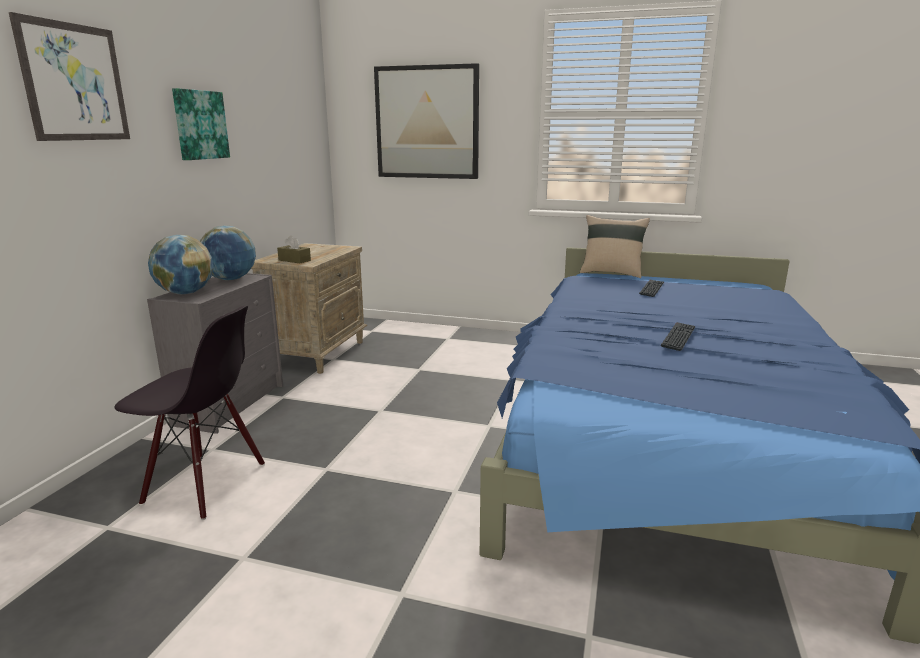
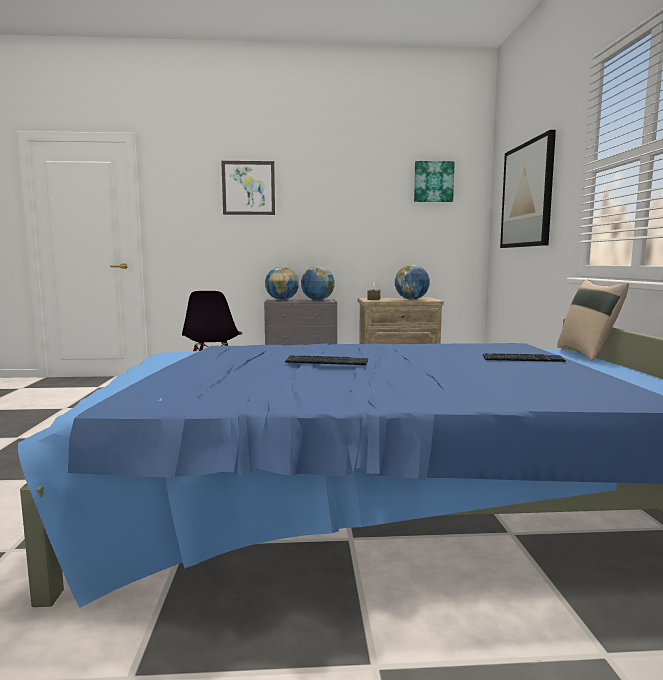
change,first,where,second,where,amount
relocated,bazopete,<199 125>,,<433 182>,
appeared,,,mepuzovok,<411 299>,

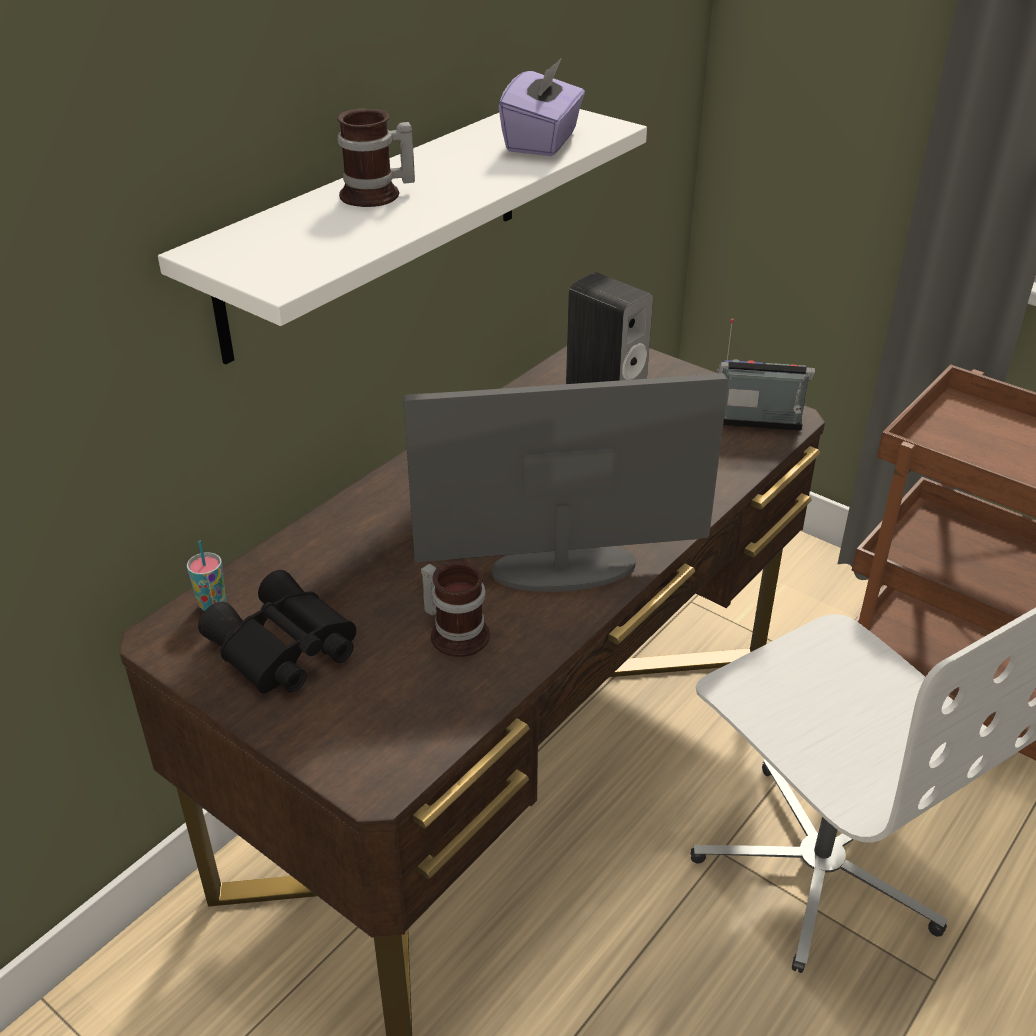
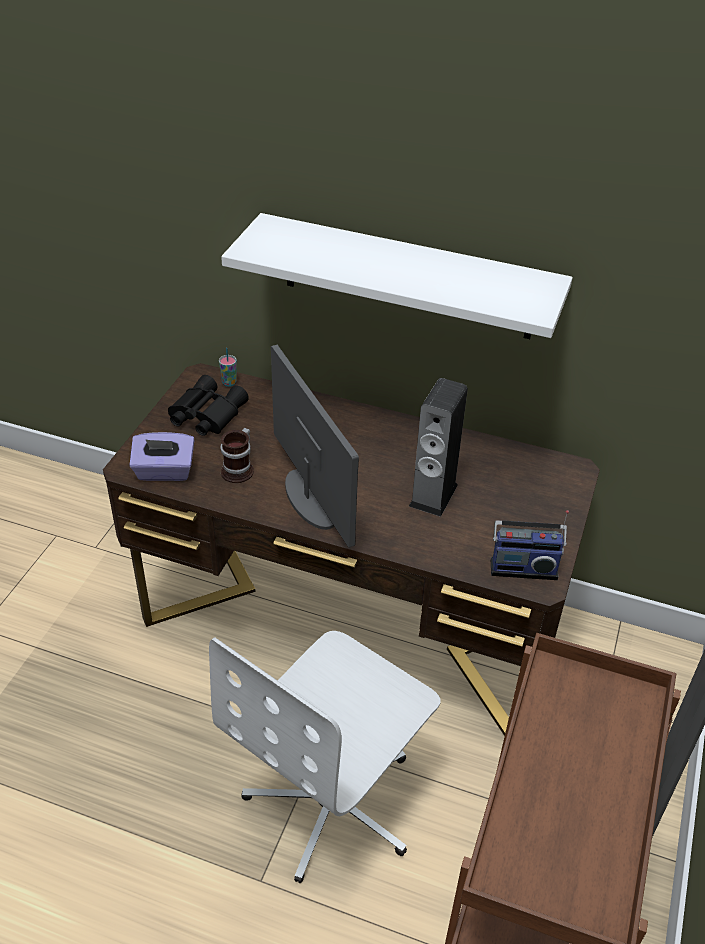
change,first,where,second,where,amount
missing,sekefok,<376 195>,,,
relocated,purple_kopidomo,<542 141>,,<164 472>,
spun,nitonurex,<758 423>,,<523 567>,105 degrees clockwise

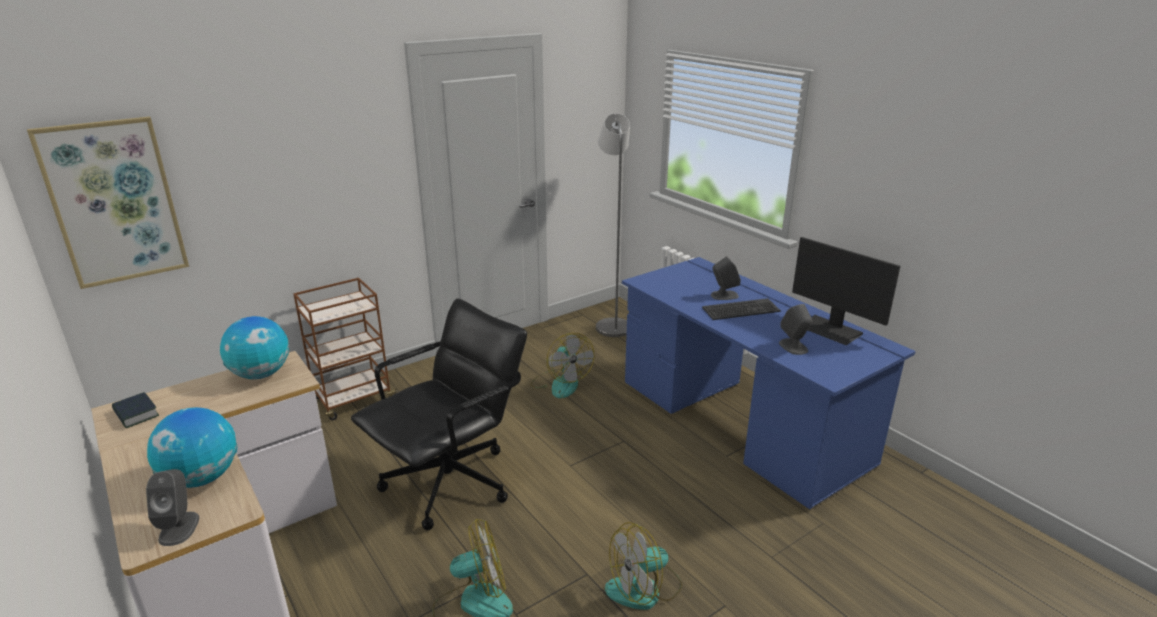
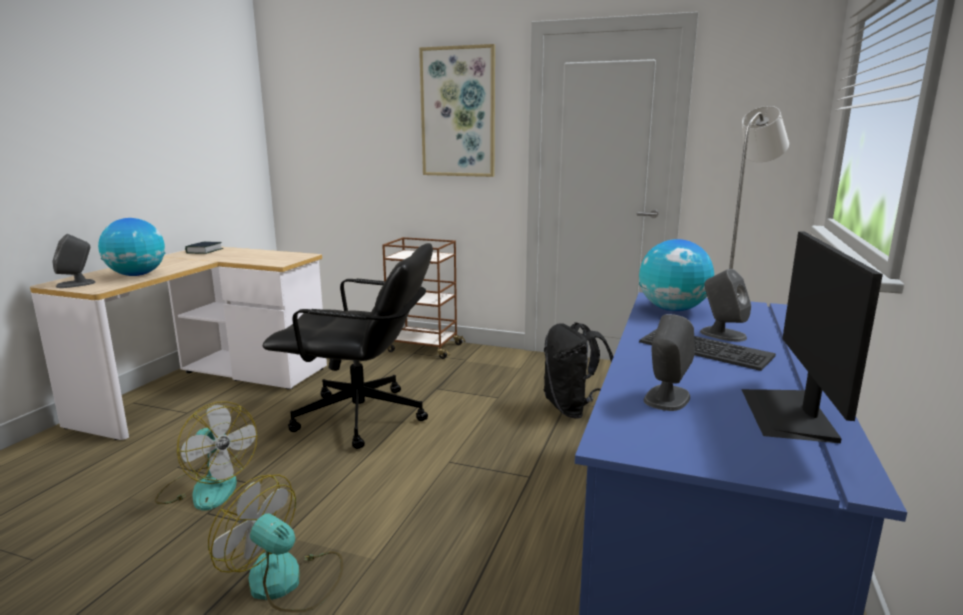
change,first,where,second,where,amount
relocated,bazopete,<114 202>,,<458 112>,
relocated,mepuzovok,<261 374>,,<672 310>,
exchanged,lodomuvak,<561 383>,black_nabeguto,<573 409>,

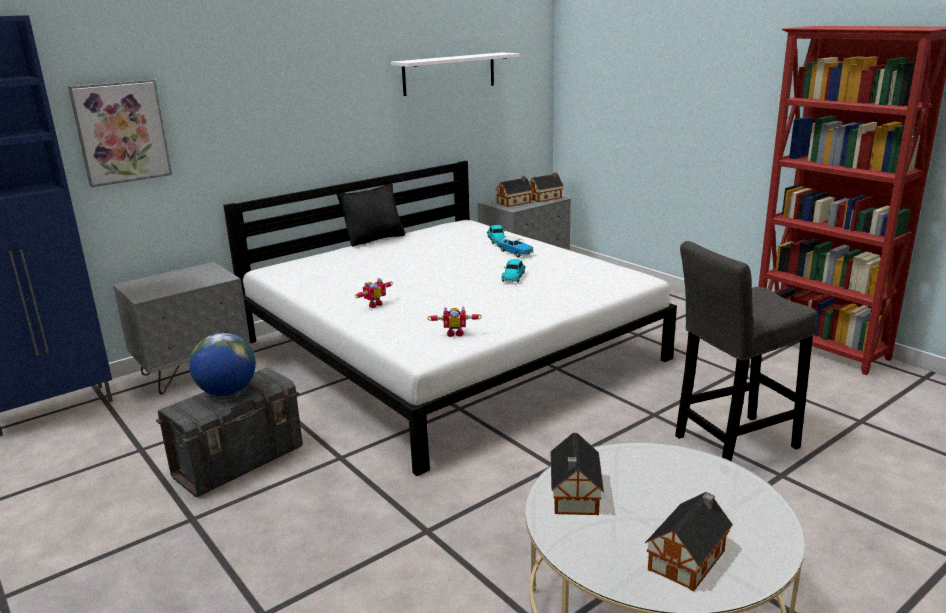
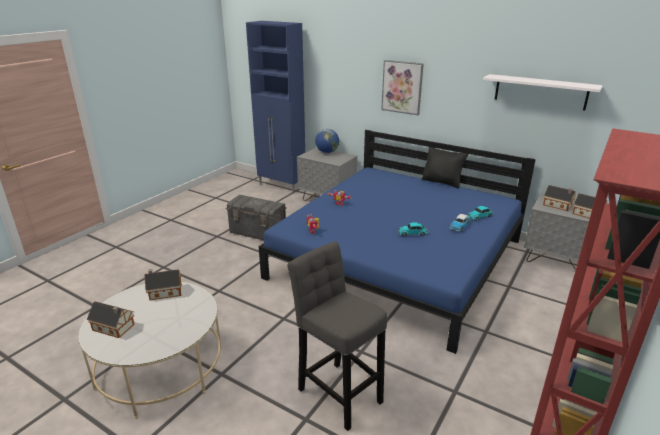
change,first,where,second,where,amount
relocated,bazopete,<121 132>,,<402 87>,
relocated,mepuzovok,<227 392>,,<327 152>,
colour,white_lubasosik,<449 350>,blue_lubasosik,<398 259>,

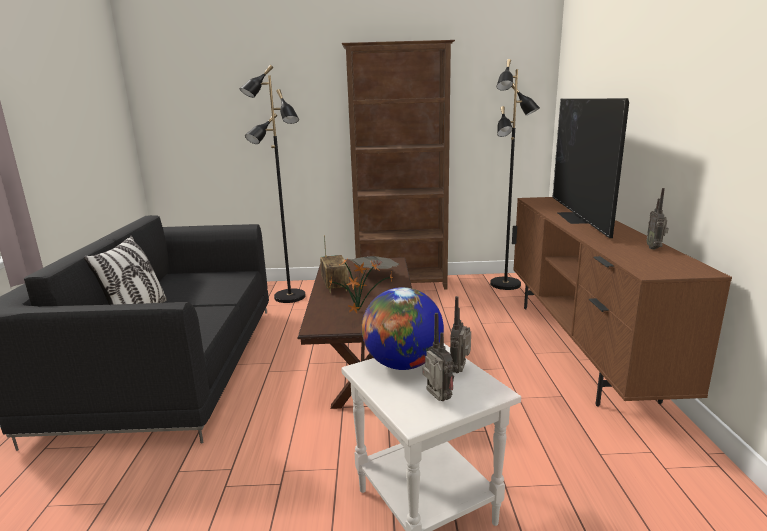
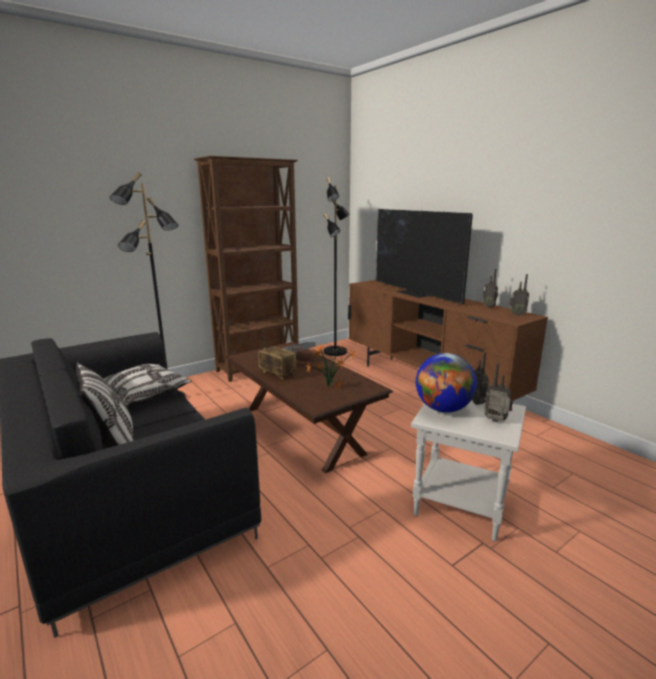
change,first,where,second,where,amount
appeared,,,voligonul,<145 395>,
appeared,,,nitonurex,<517 314>,

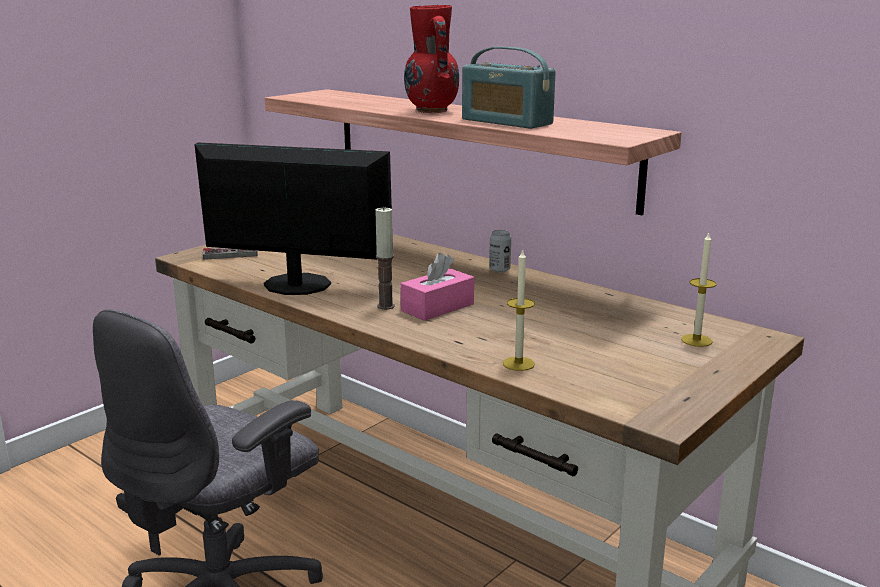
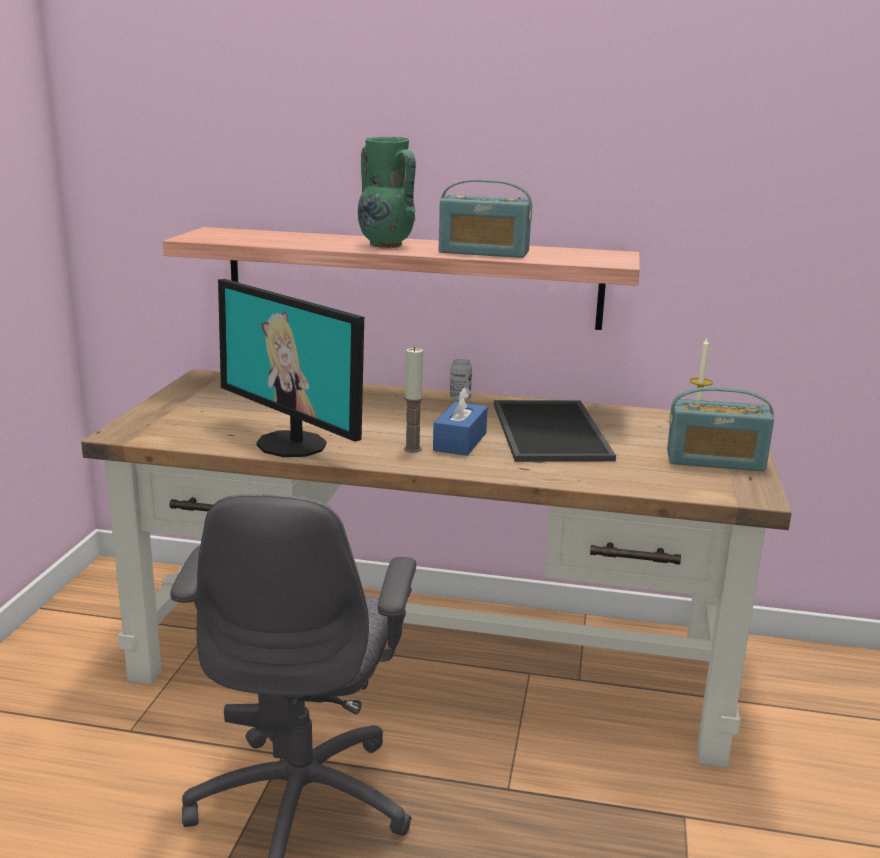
change,first,where,second,where,amount
spun,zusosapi,<296 285>,,<293 444>,120 degrees counterclockwise
missing,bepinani,<230 252>,,,
colour,pink_kopidomo,<437 307>,blue_kopidomo,<460 442>,
colour,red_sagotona,<431 111>,green_sagotona,<386 246>,
missing,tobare,<518 364>,,,
appeared,,,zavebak,<553 432>,
appeared,,,nitonurex,<715 461>,

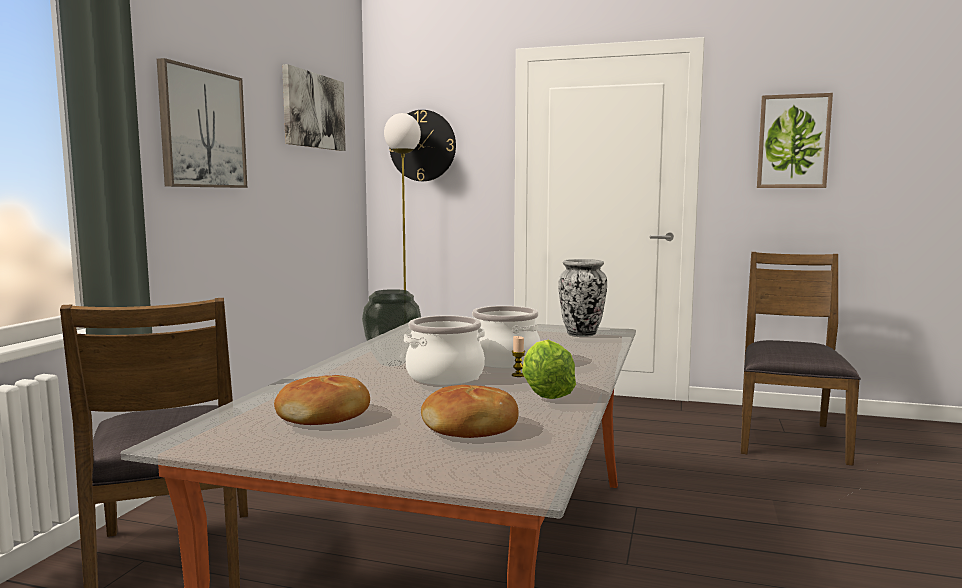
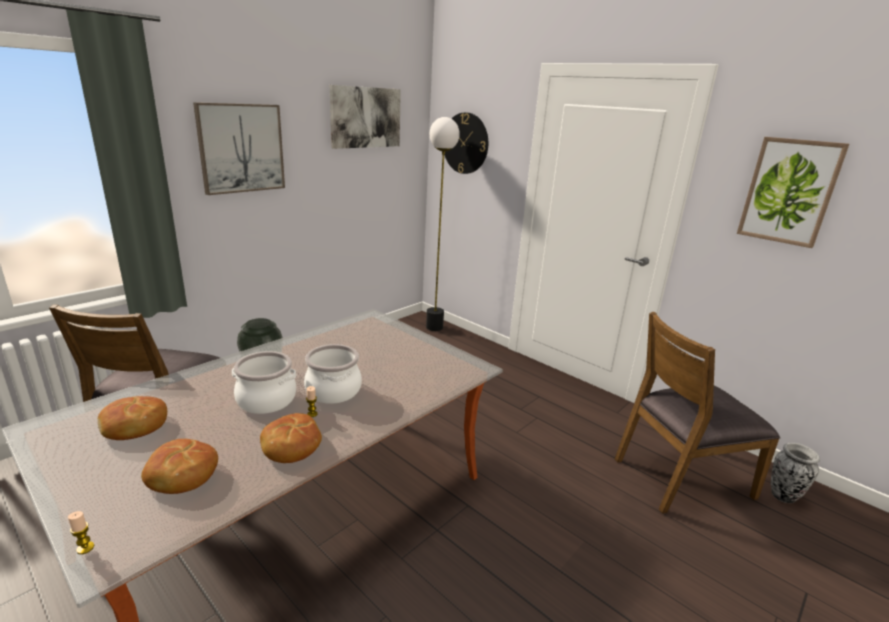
change,first,where,second,where,amount
exchanged,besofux,<545 393>,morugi,<291 446>,
relocated,sagotona,<582 334>,,<783 496>,
spun,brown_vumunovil,<788 438>,,<680 476>,150 degrees counterclockwise
appeared,,,tobare,<85 548>,

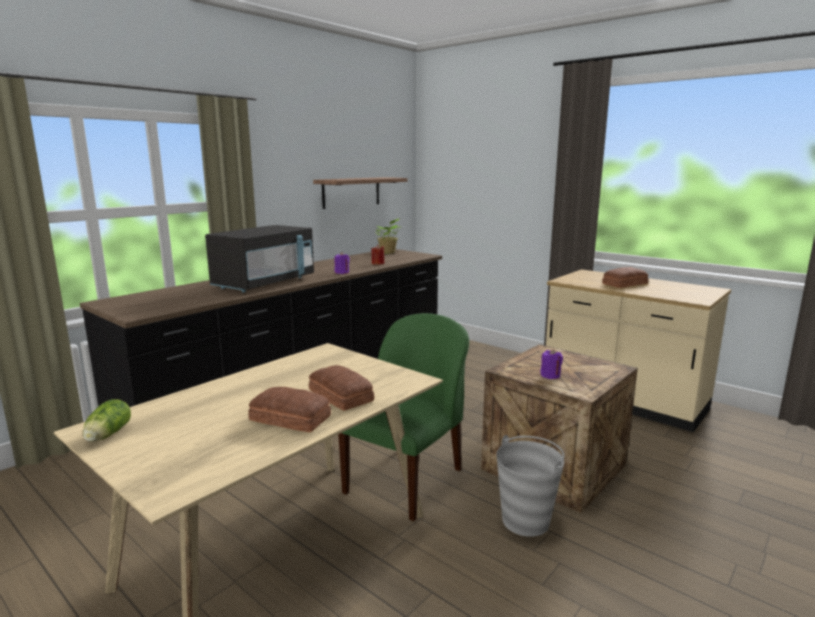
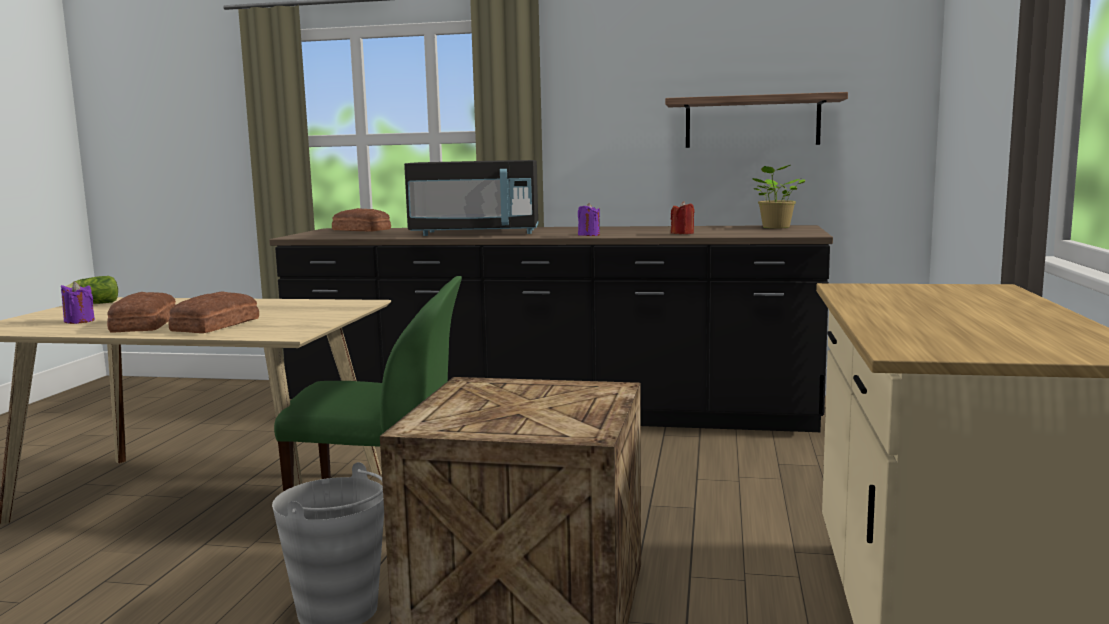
change,first,where,second,where,amount
relocated,purple_tobare,<550 375>,,<79 321>,
relocated,morugi,<623 284>,,<361 229>,

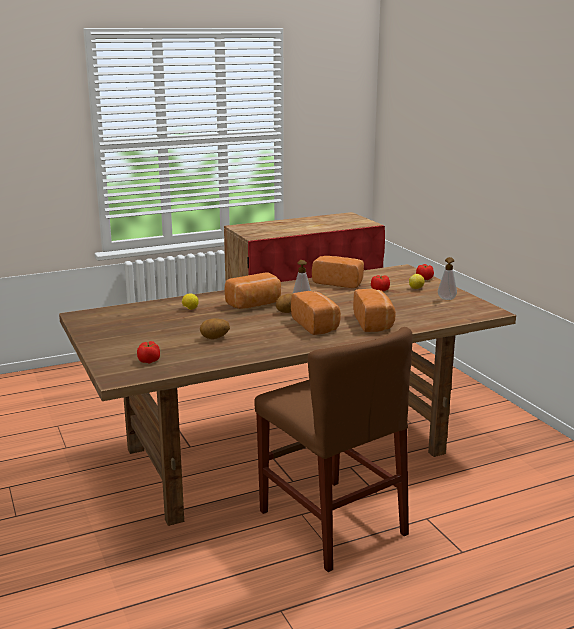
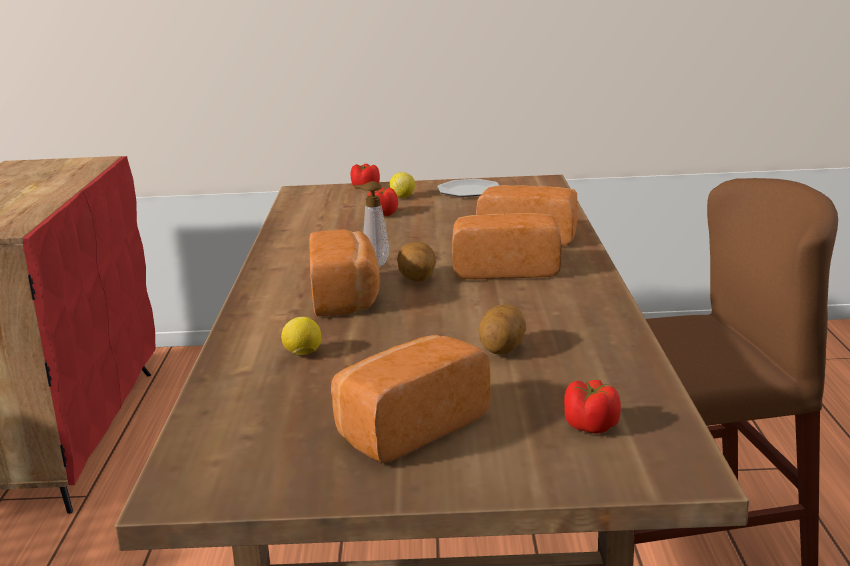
change,first,where,second,where,amount
relocated,morugi,<339 282>,,<407 427>,
exchanged,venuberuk,<446 299>,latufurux,<469 191>,

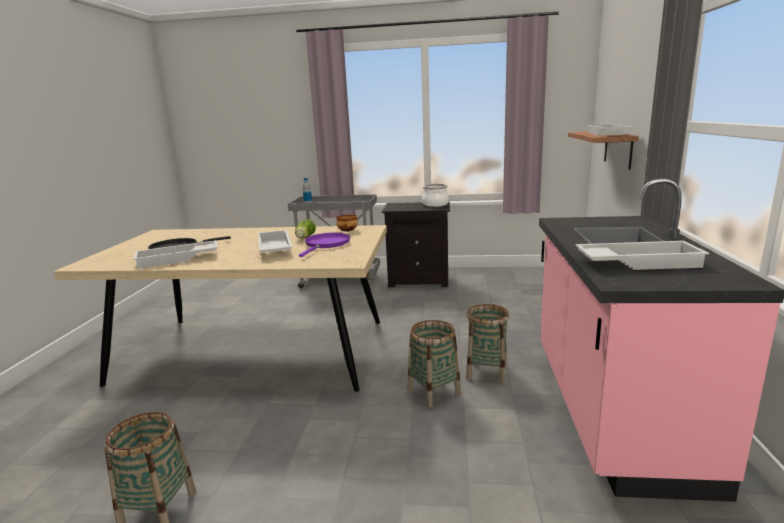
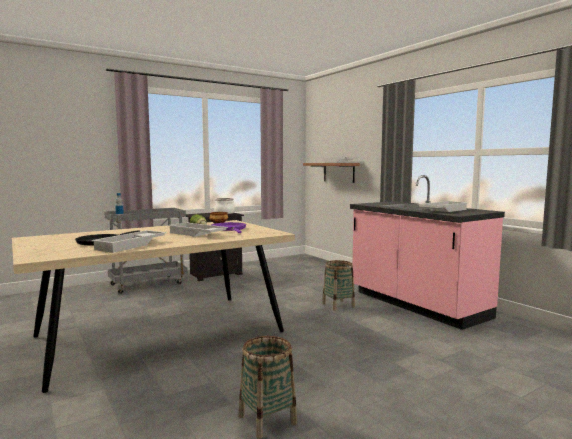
change,first,where,second,where,amount
missing,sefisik,<434 392>,,,

